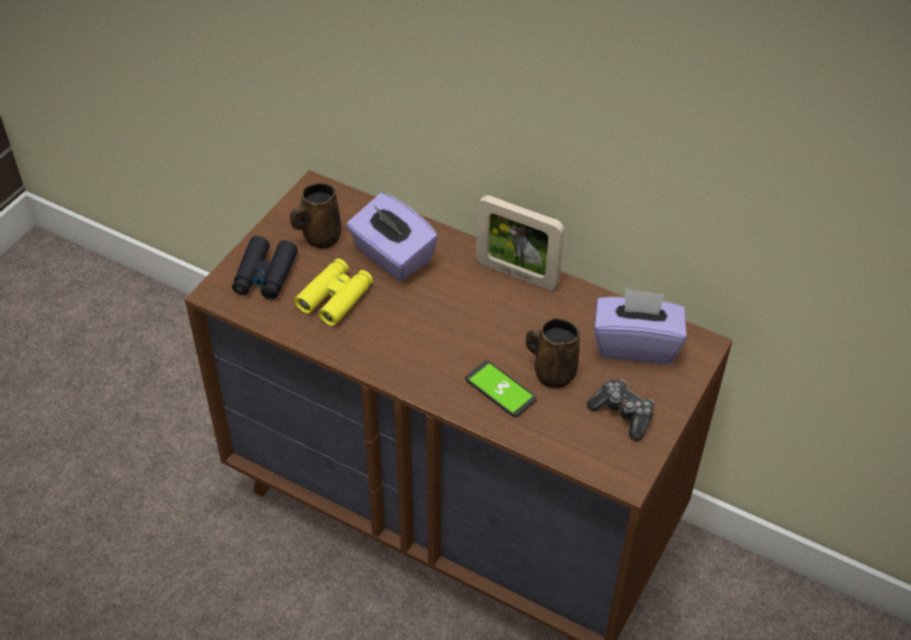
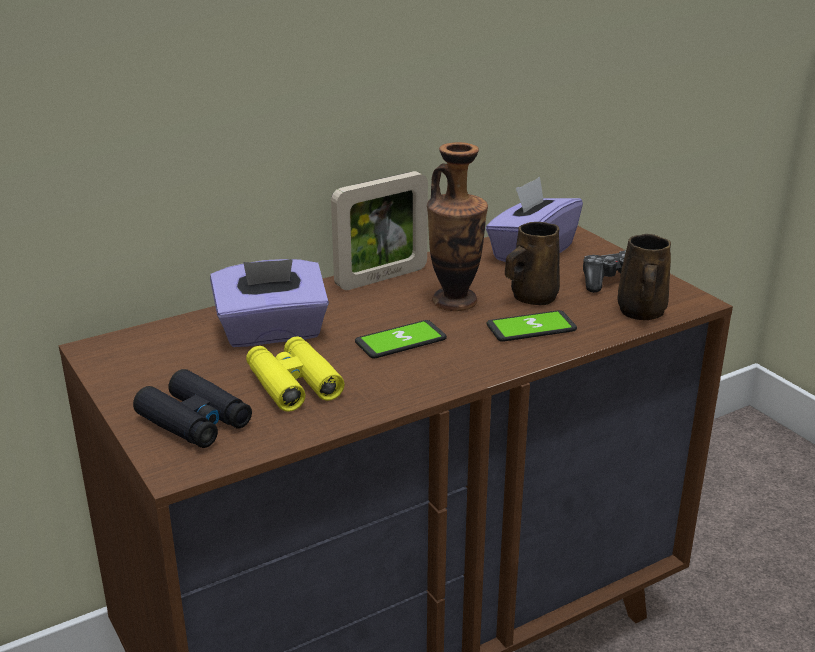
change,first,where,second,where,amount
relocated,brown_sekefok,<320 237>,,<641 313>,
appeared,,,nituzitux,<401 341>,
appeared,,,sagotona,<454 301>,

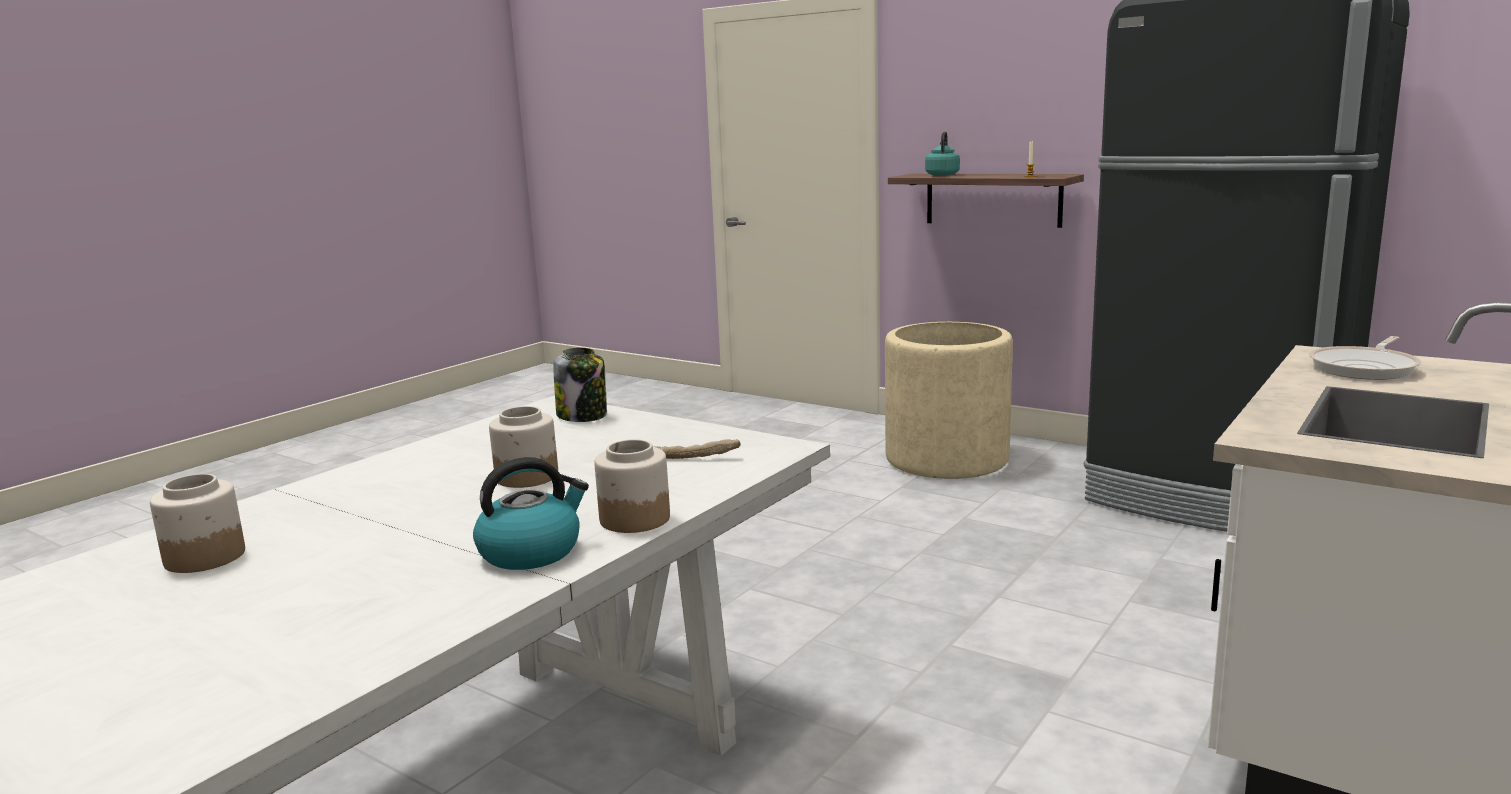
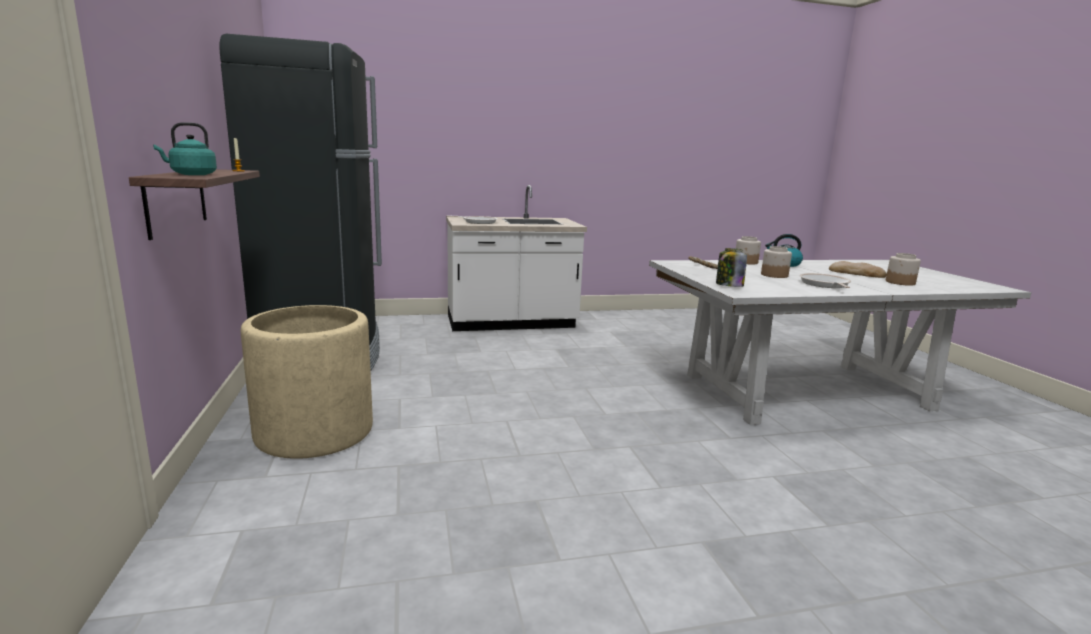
change,first,where,second,where,amount
appeared,,,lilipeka,<824 284>,
appeared,,,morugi,<856 273>,

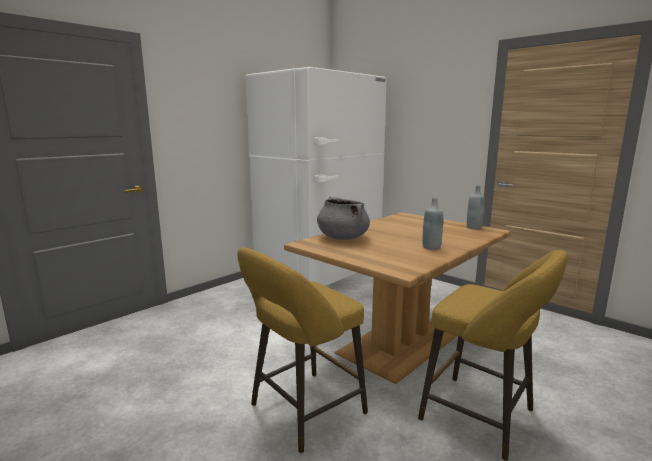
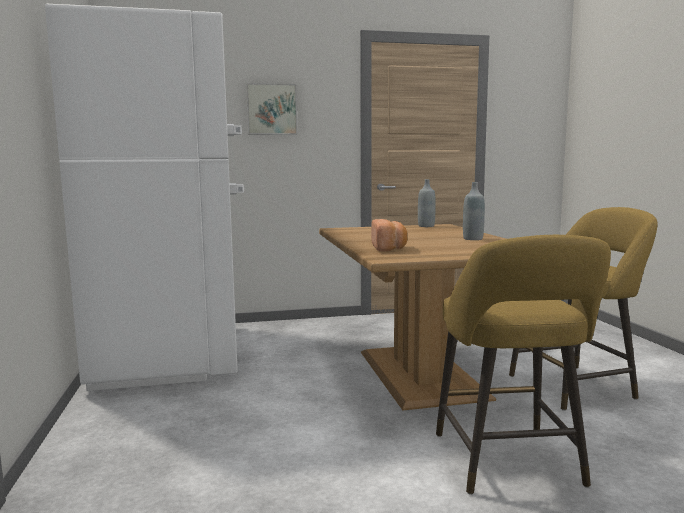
change,first,where,second,where,amount
exchanged,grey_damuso,<342 238>,morugi,<389 248>,
appeared,,,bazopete,<271 109>,

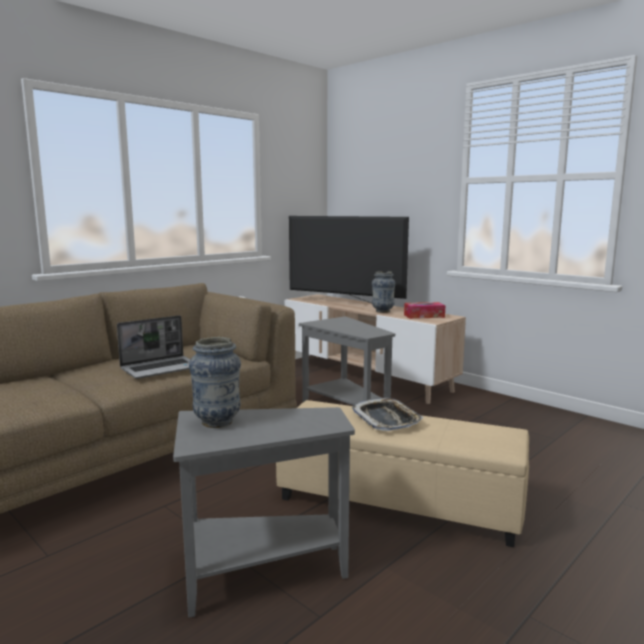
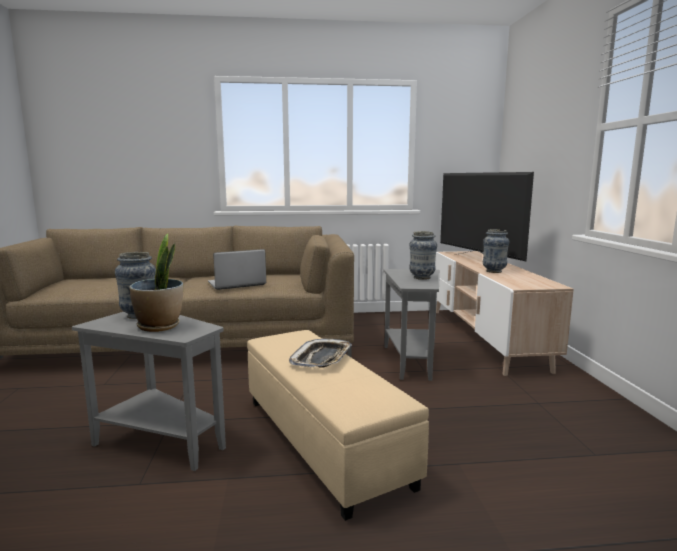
change,first,where,second,where,amount
spun,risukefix,<161 368>,,<236 284>,150 degrees clockwise
missing,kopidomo,<424 316>,,,
appeared,,,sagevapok,<160 326>,
appeared,,,sagotona,<422 278>,

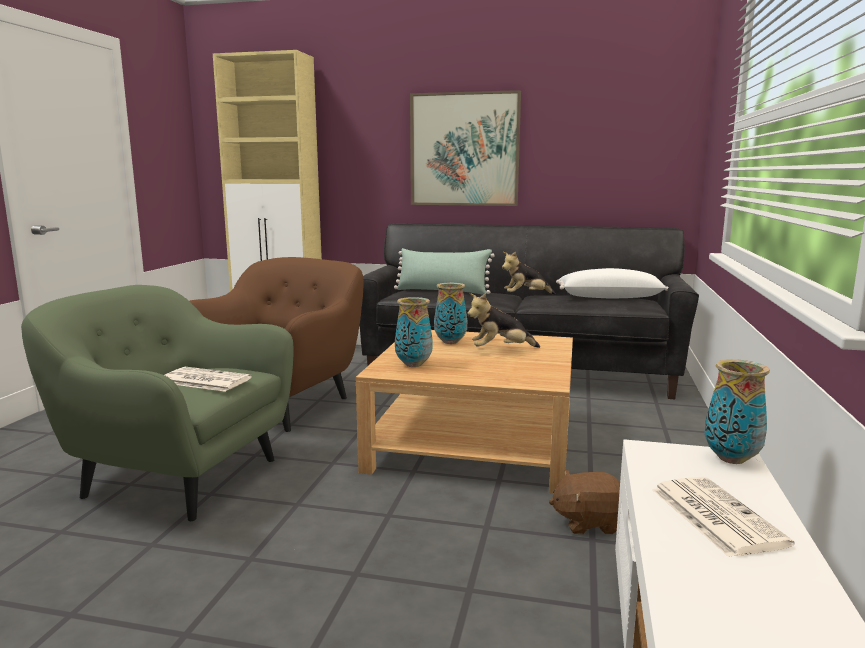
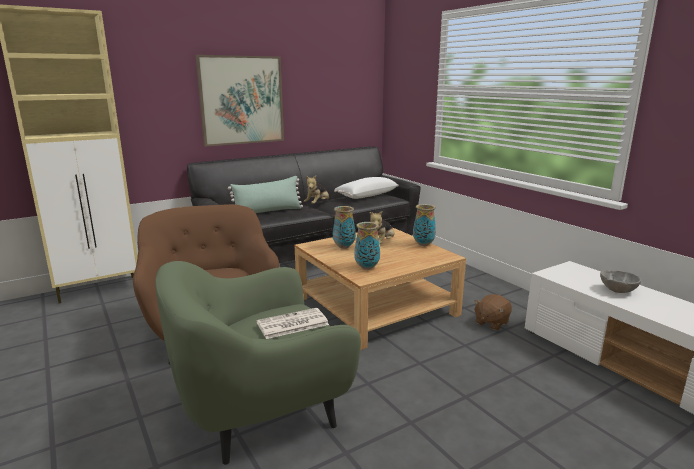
change,first,where,second,where,amount
exchanged,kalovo,<714 515>,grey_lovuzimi,<617 291>,
relocated,sagotona,<730 459>,,<423 244>,

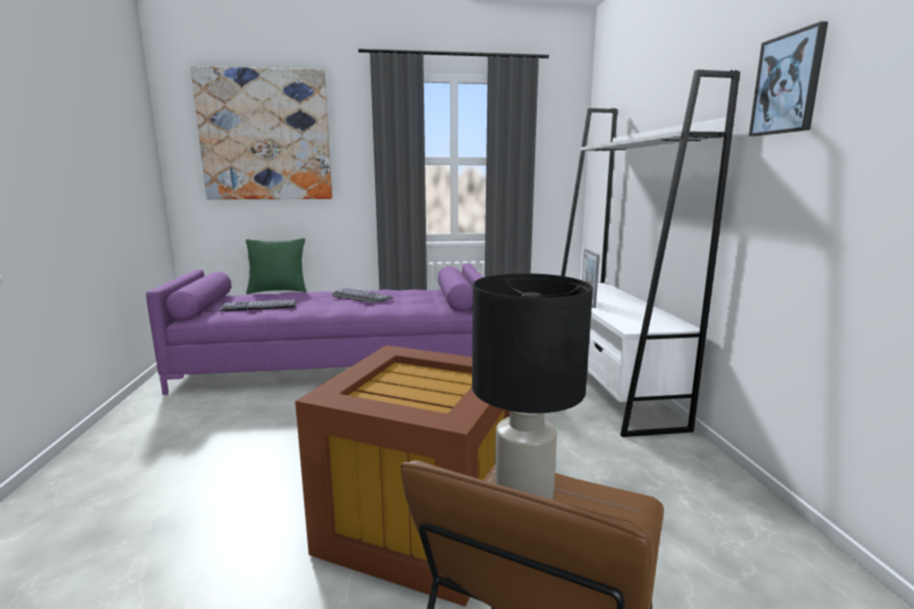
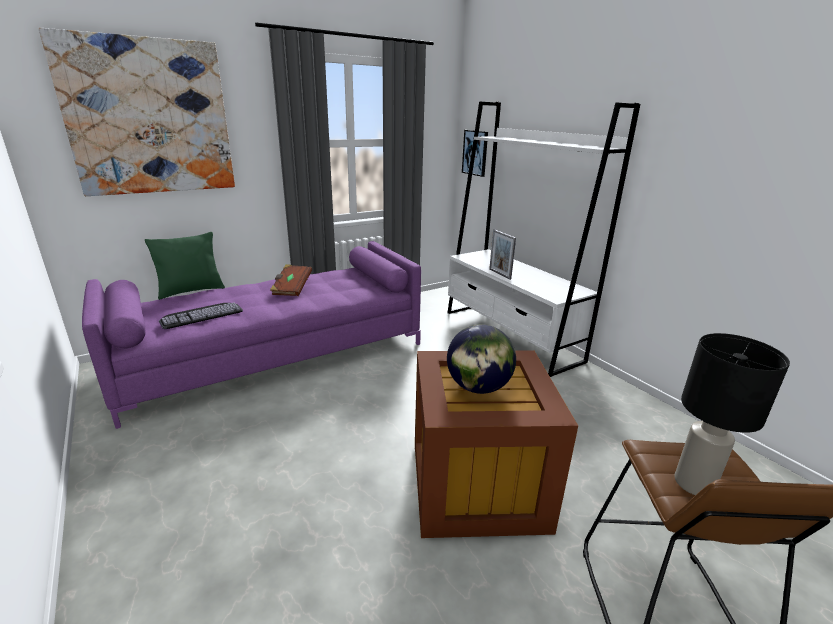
change,first,where,second,where,amount
exchanged,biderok,<359 297>,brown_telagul,<291 288>,
relocated,bazopete,<788 84>,,<475 153>,
appeared,,,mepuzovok,<478 387>,

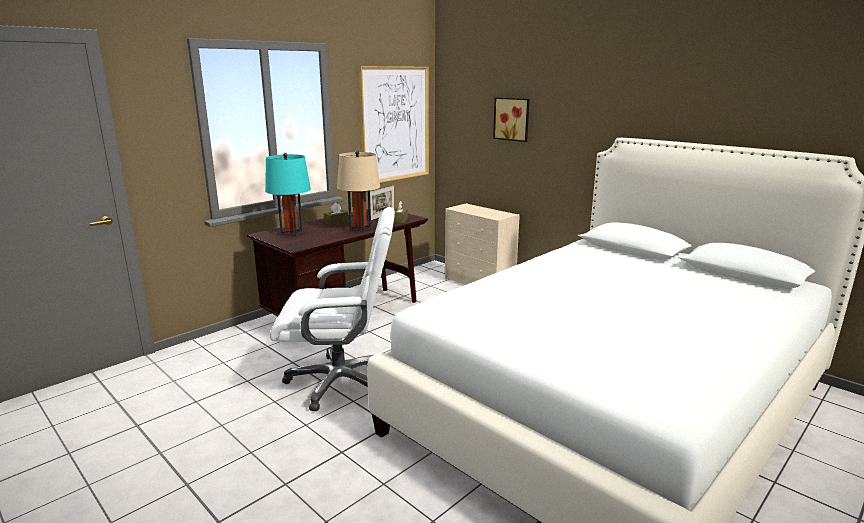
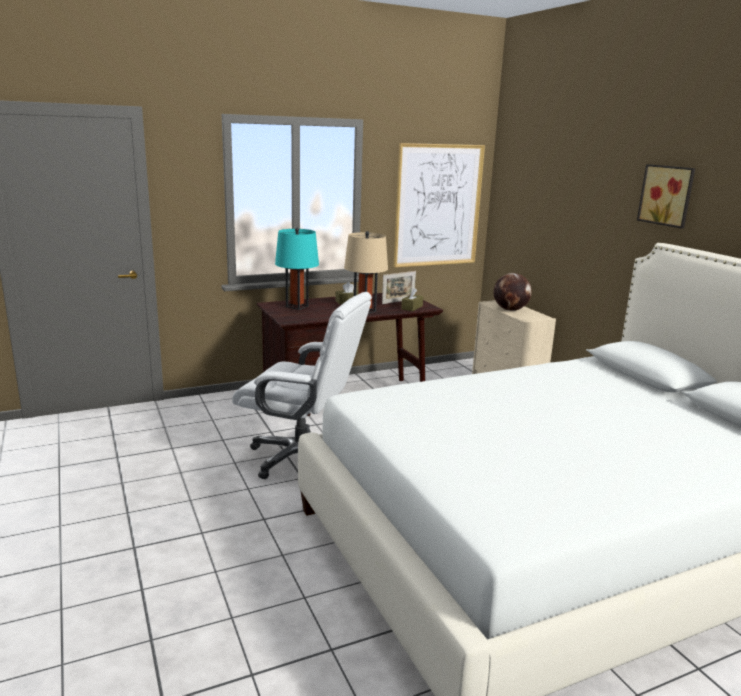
change,first,where,second,where,amount
relocated,bazopete,<512 119>,,<667 195>,
appeared,,,mepuzovok,<510 310>,

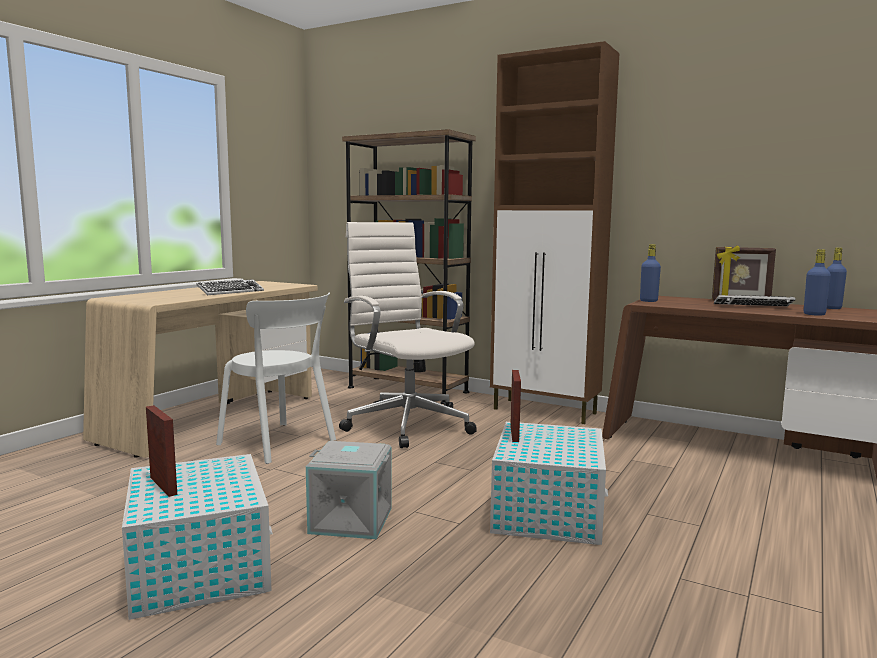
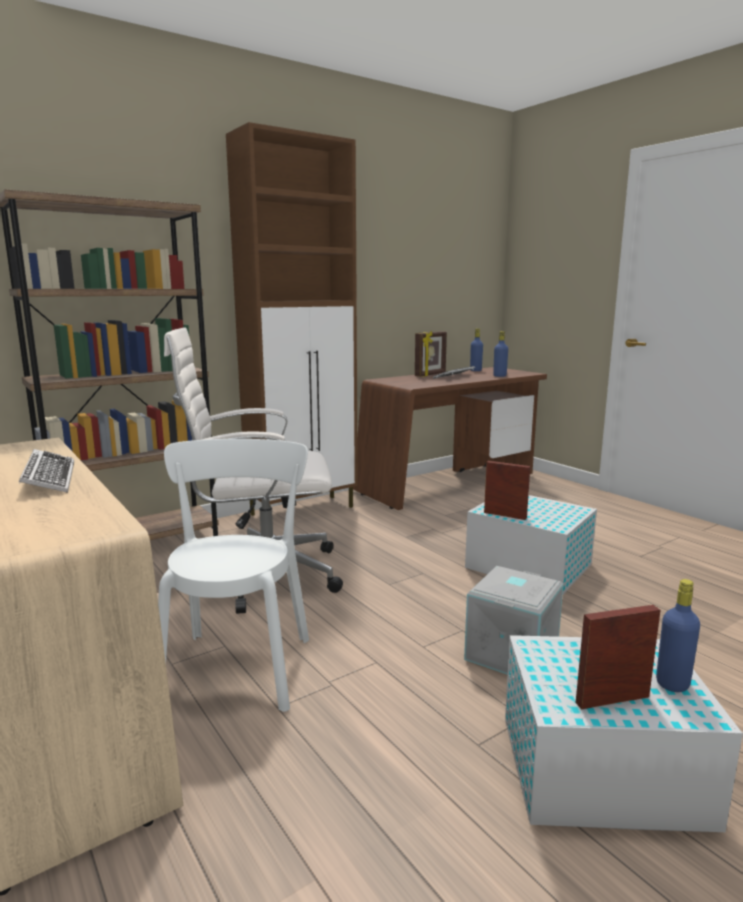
change,first,where,second,where,amount
spun,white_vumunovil,<280 443>,,<239 665>,60 degrees counterclockwise
relocated,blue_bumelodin,<648 301>,,<672 683>,

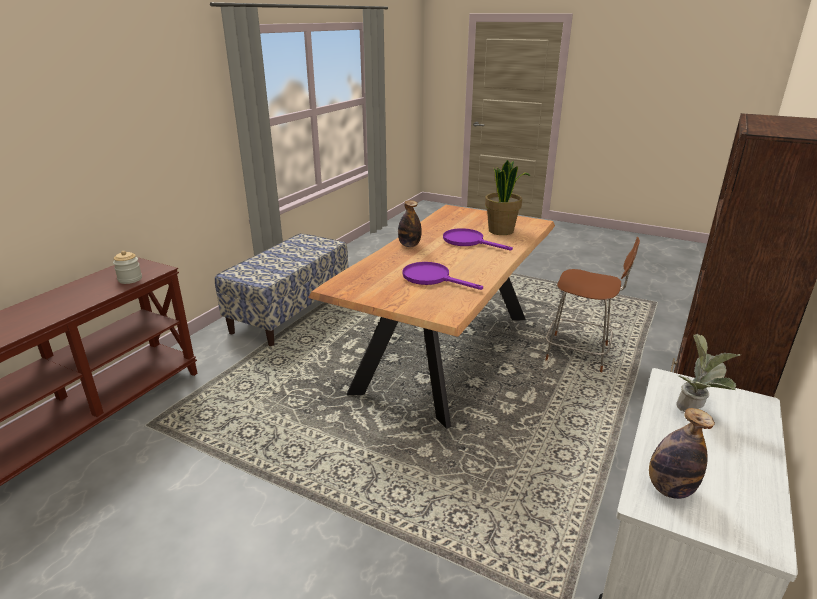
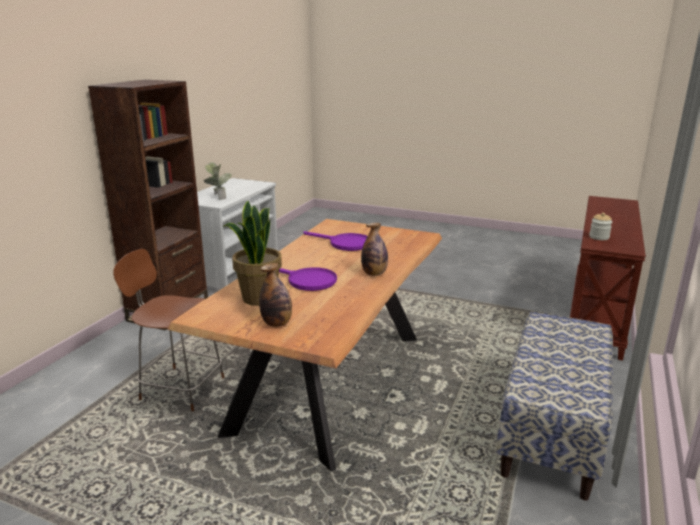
change,first,where,second,where,amount
relocated,bumelodin,<669 489>,,<277 323>,

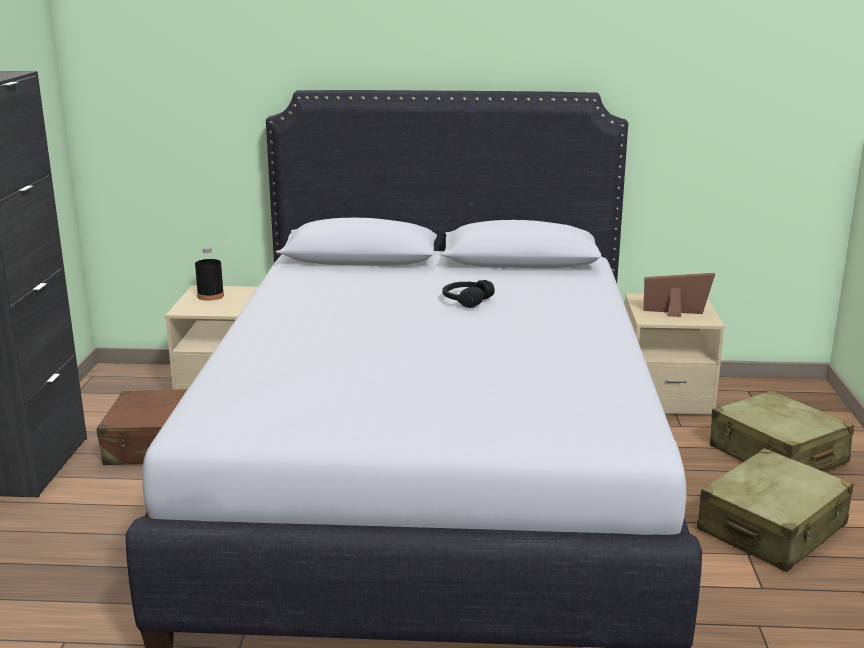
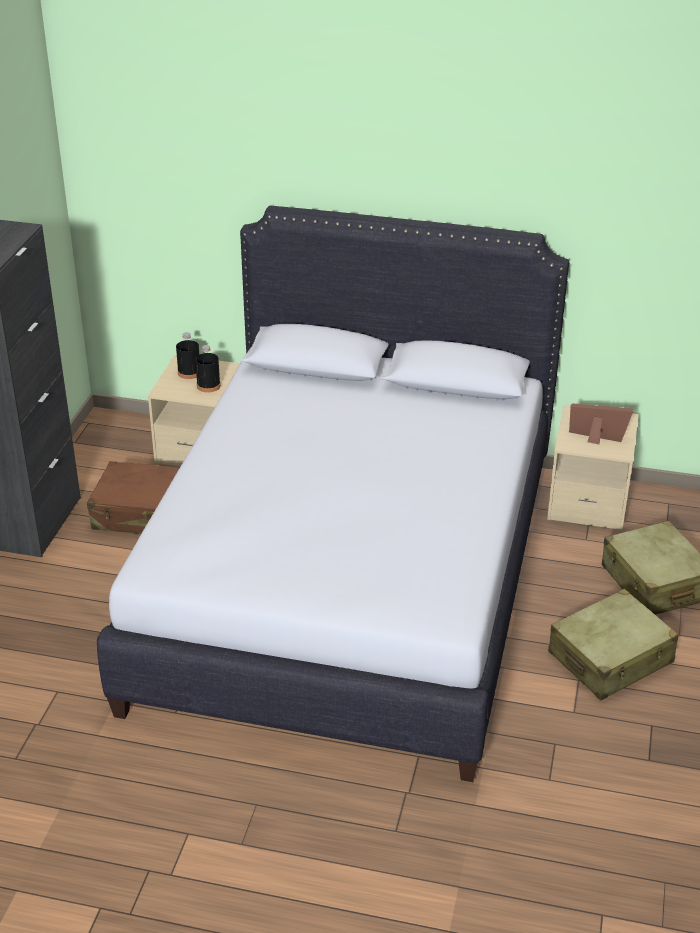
change,first,where,second,where,amount
missing,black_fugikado,<466 301>,,,
appeared,,,black_bumelodin,<208 386>,

